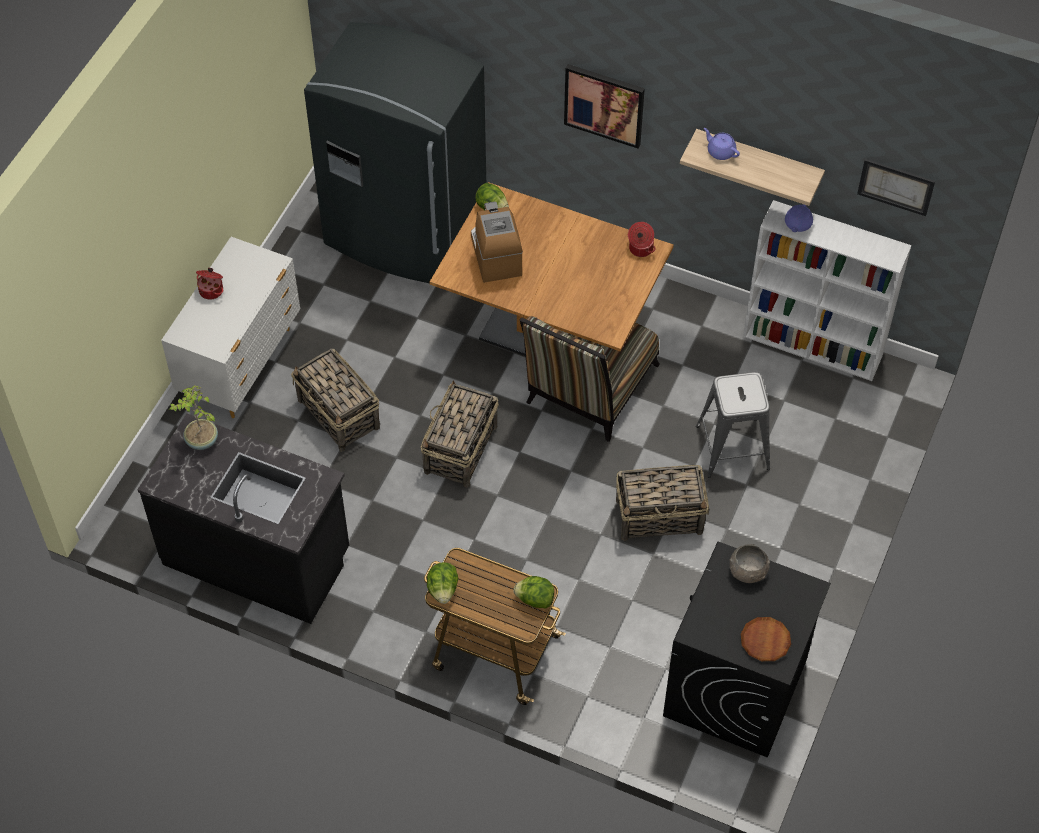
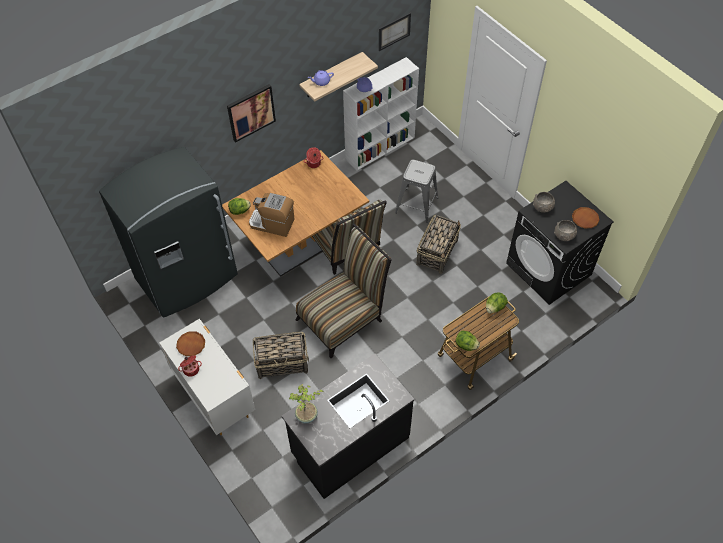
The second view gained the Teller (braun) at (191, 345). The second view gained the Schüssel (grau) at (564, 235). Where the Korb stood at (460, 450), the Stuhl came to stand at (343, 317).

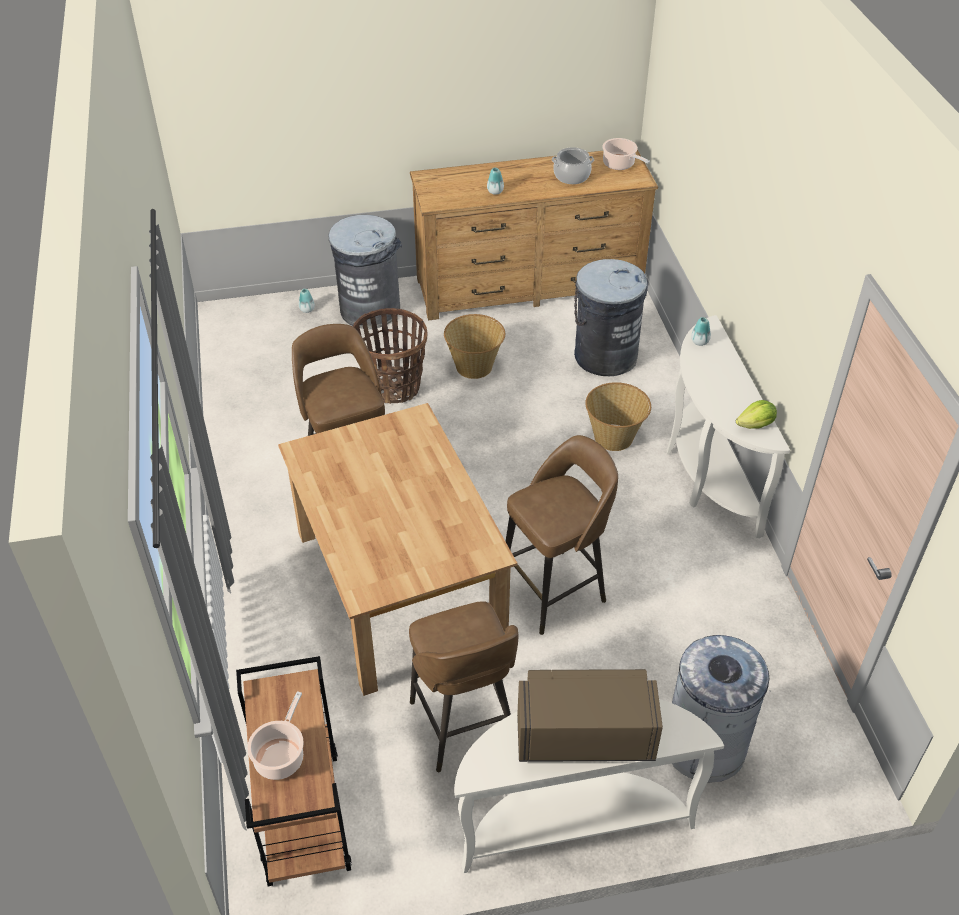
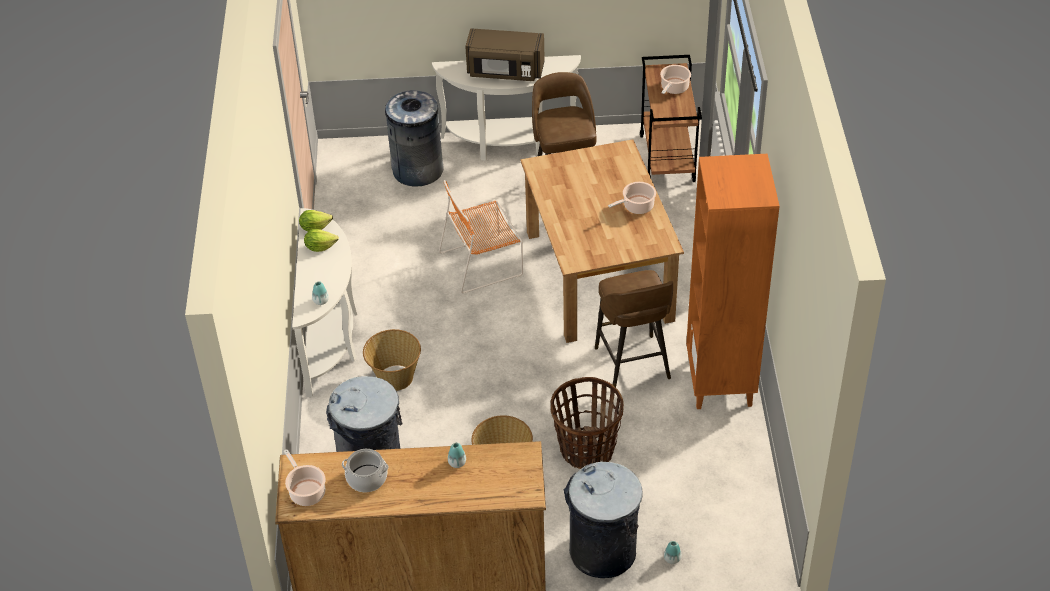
The second view gained the Salatkopf at (320, 247). The second view gained the Kochtopf at (636, 206). The second view gained the Bücherregal (orange) at (720, 383). Where the Hocker (braun) stood at (555, 590), the Stuhl (orange) came to stand at (483, 263).

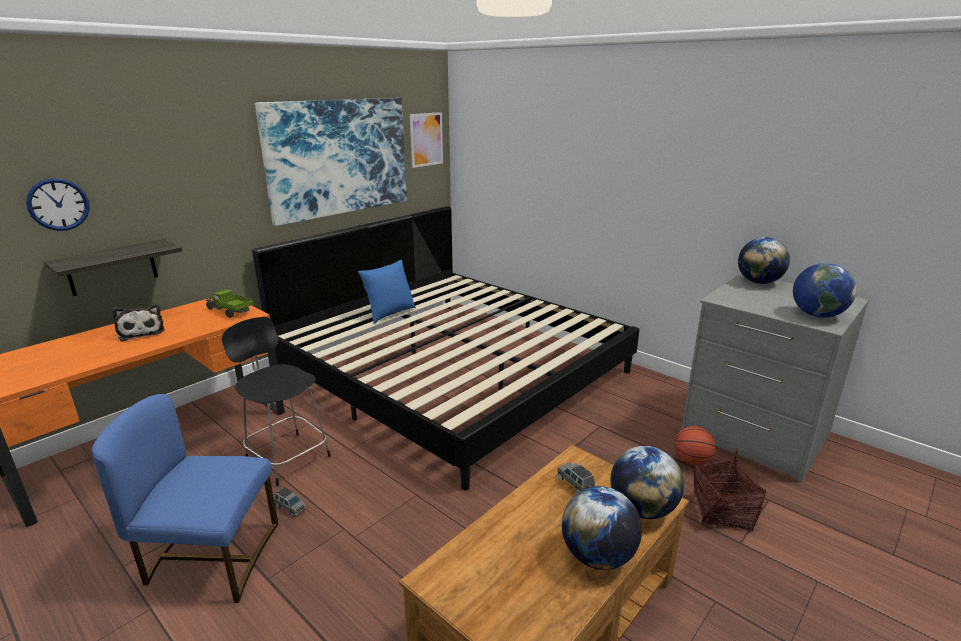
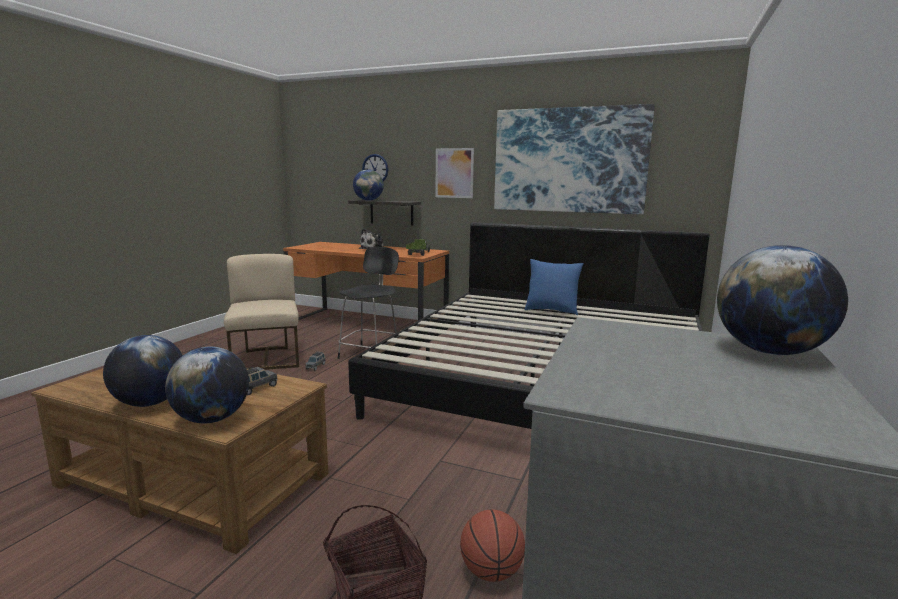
The Bild ended up elsewhere, having gone from (426, 139) to (454, 173). The Globus ended up elsewhere, having gone from (817, 315) to (368, 200). What was the Stuhl (blau) at (210, 558) turned into the Stuhl (beige) at (266, 359).

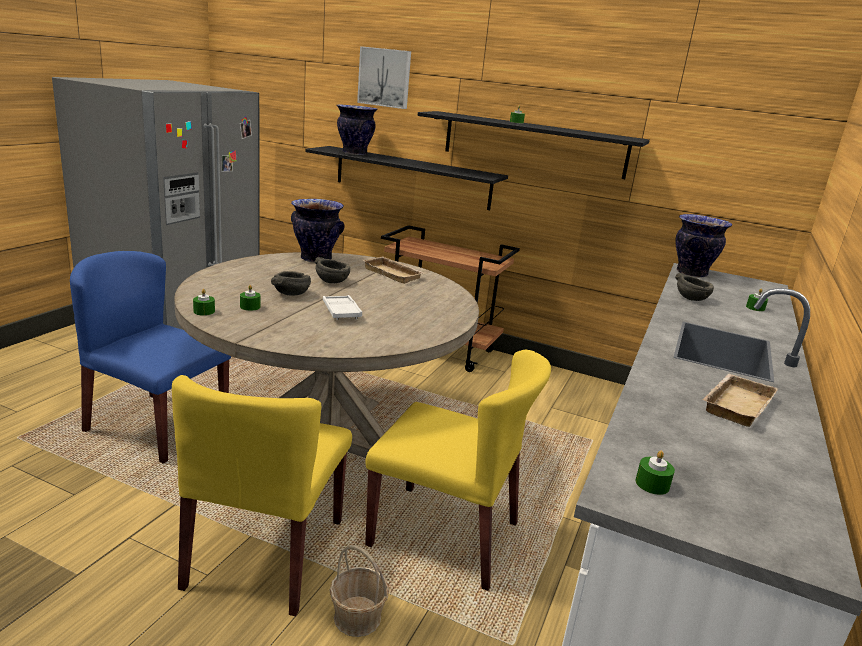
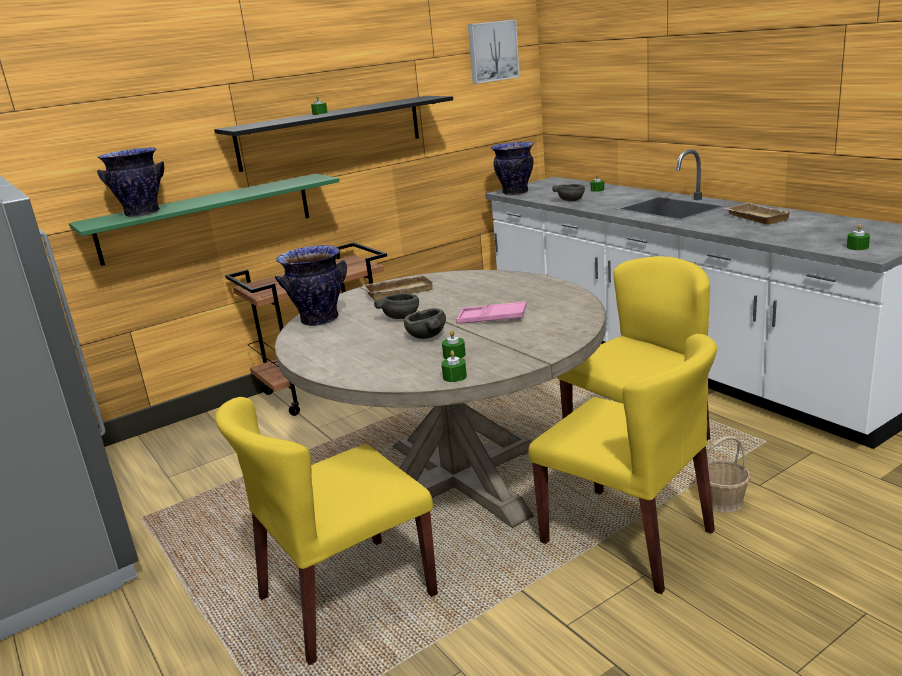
The Bild ended up elsewhere, having gone from (385, 77) to (492, 51). What was the Stuhl (blau) at (156, 427) turned into the Stuhl (gelb) at (346, 597). What was the Wandregal (schwarz) at (412, 177) turned into the Wandregal (grün) at (207, 218). What was the Tablett (weiß) at (341, 311) turned into the Tablett (rosa) at (492, 318).

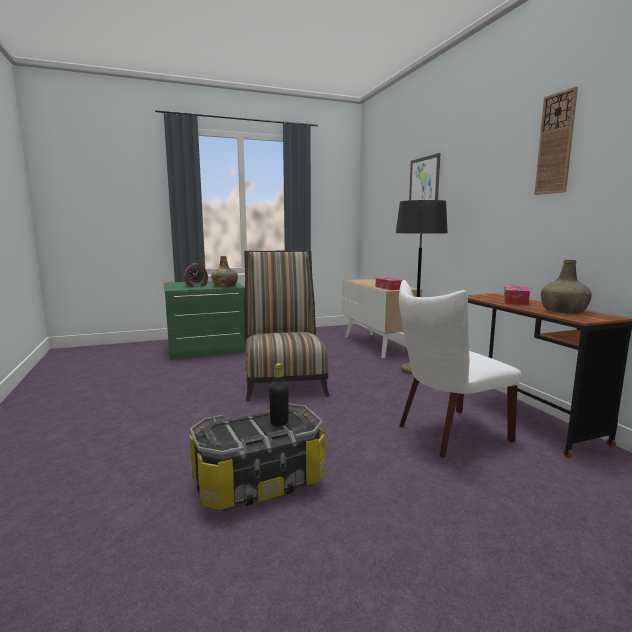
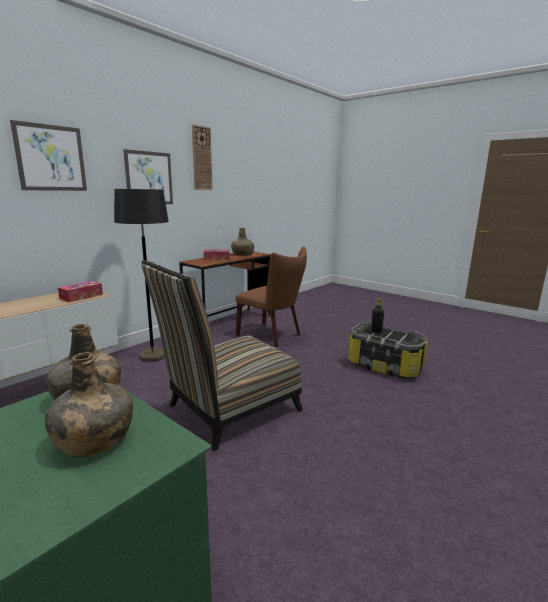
The second view gained the Bild at (149, 178). Where the Wecker stood at (196, 286), the Flasche (grün) came to stand at (93, 439). What was the Stuhl (weiß) at (447, 434) turned into the Stuhl (braun) at (272, 335).

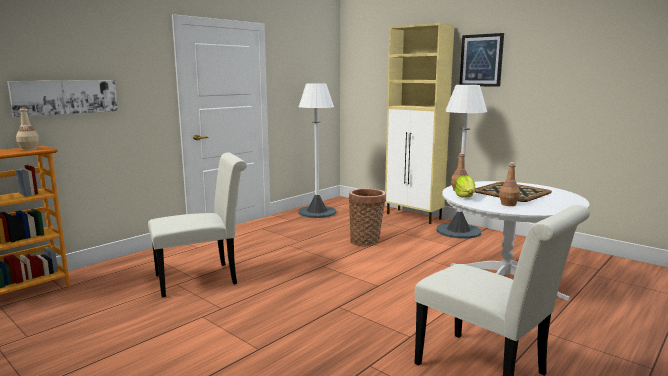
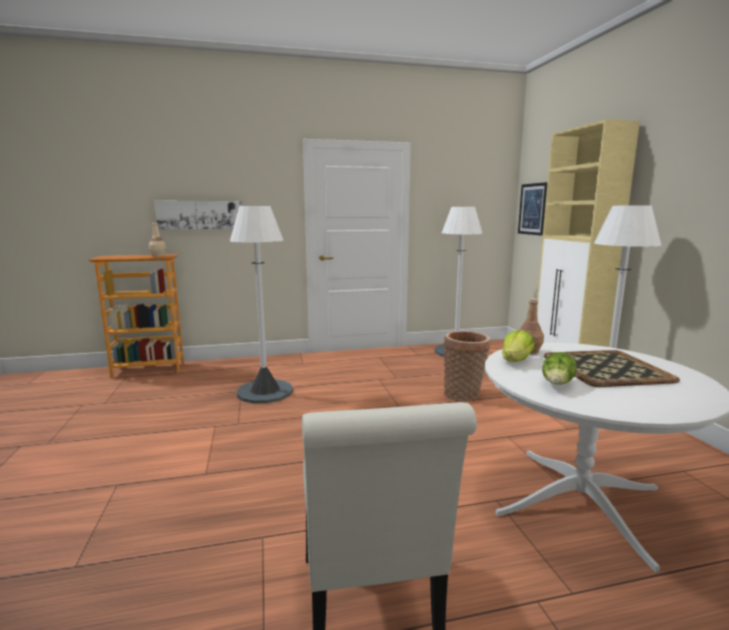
The Bild ended up elsewhere, having gone from (481, 60) to (533, 209). Where the Stuhl (weiß) stood at (202, 278), the Stehlampe (weiß) came to stand at (265, 392). Where the Flasche (braun) stood at (508, 204), the Salatkopf came to stand at (557, 384).

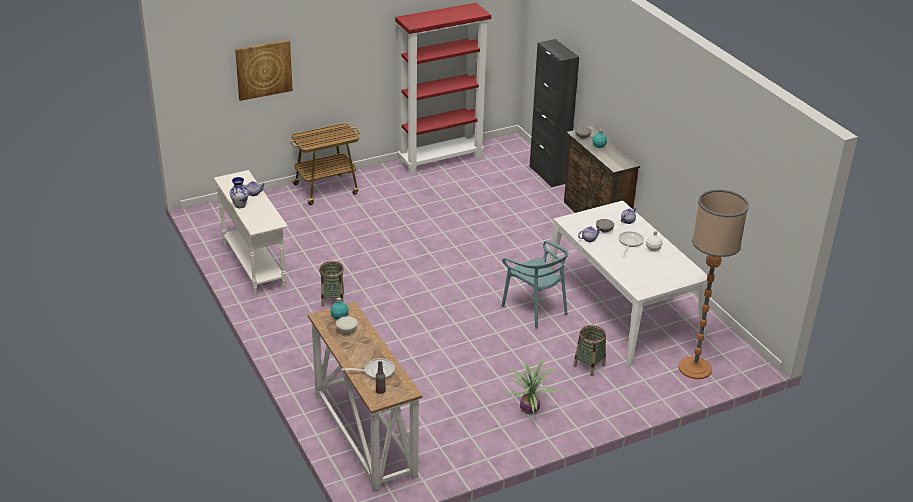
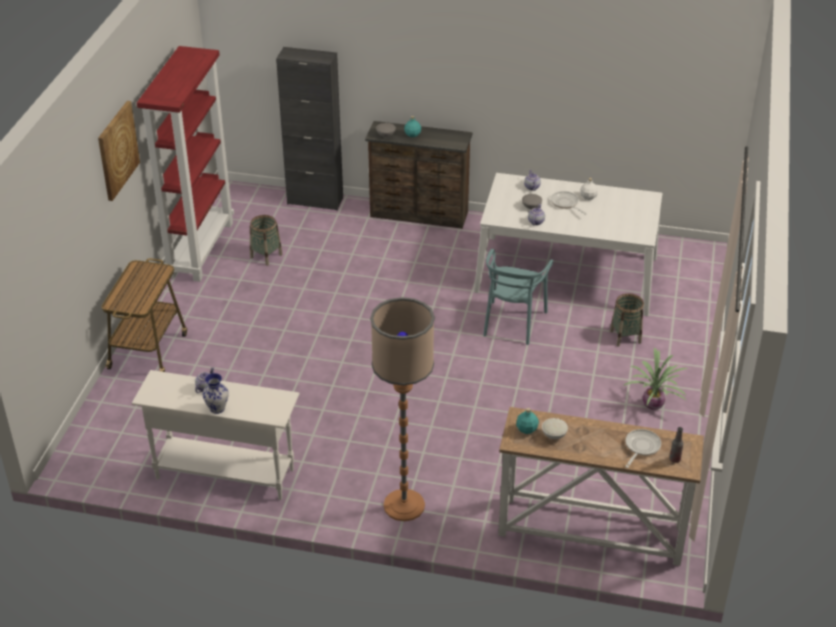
The Bild ended up elsewhere, having gone from (263, 69) to (117, 150). The Korb ended up elsewhere, having gone from (332, 299) to (266, 256). The Stehlampe ended up elsewhere, having gone from (694, 368) to (404, 505). The Stuhl (türkis) at (535, 309) ended up facing another way, 105 degrees clockwise from before.

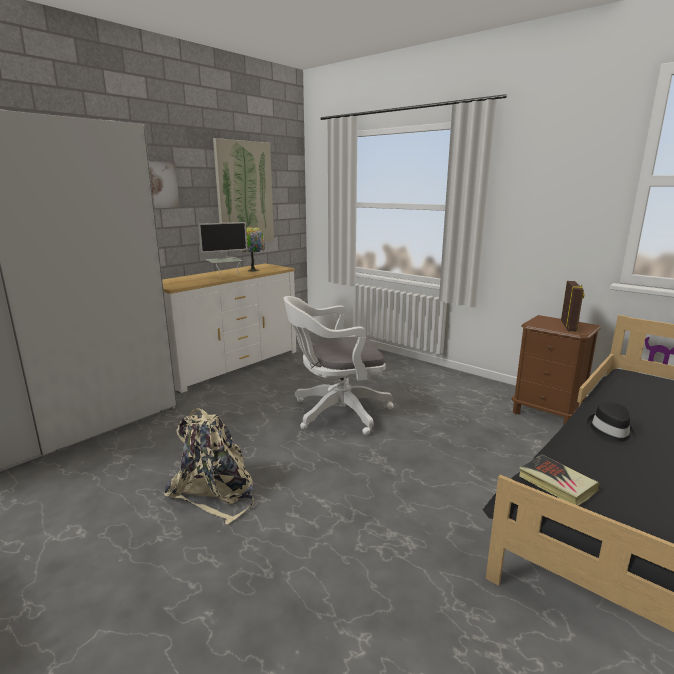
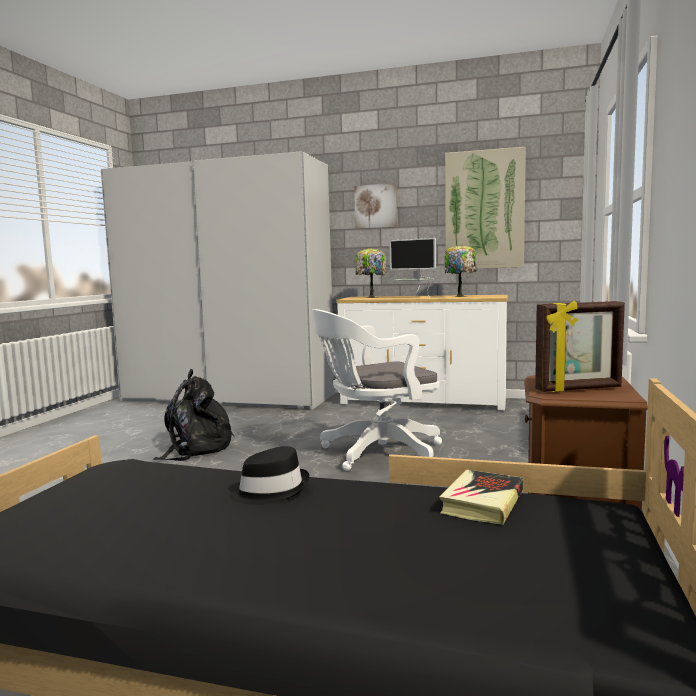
The second view gained the Tischlampe at (370, 297). The Buch ended up elsewhere, having gone from (556, 484) to (482, 502). What was the Rucksack (beige) at (215, 492) turned into the Rucksack (schwarz) at (196, 448). The Bürostuhl (weiß) at (336, 412) ended up facing another way, 75 degrees counterclockwise from before.

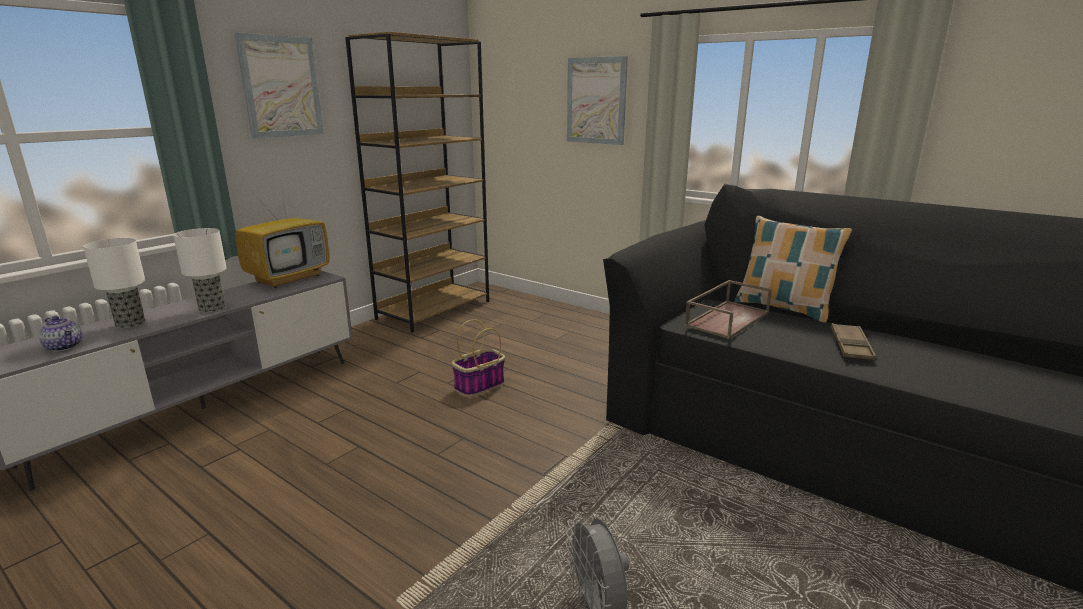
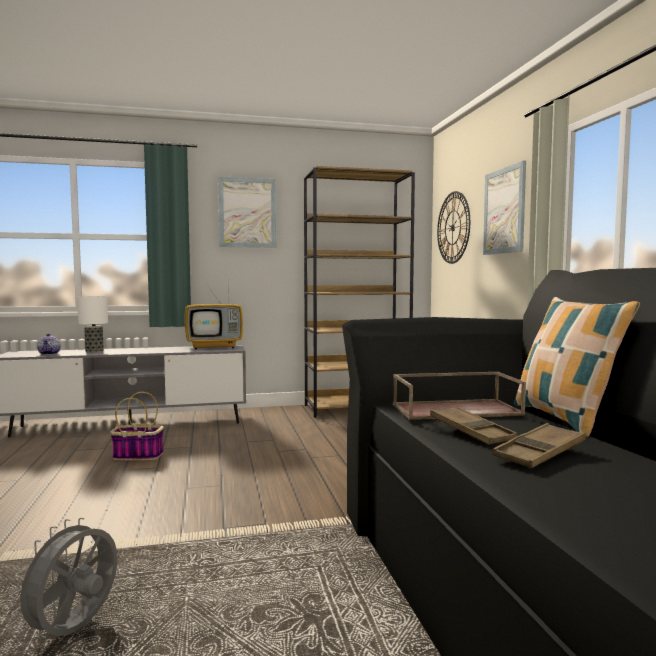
The second view lost the Tischlampe at (213, 308). The second view gained the Tablett (braun) at (471, 431). The second view gained the Wanduhr at (453, 227). The Korb ended up elsewhere, having gone from (479, 386) to (137, 456).

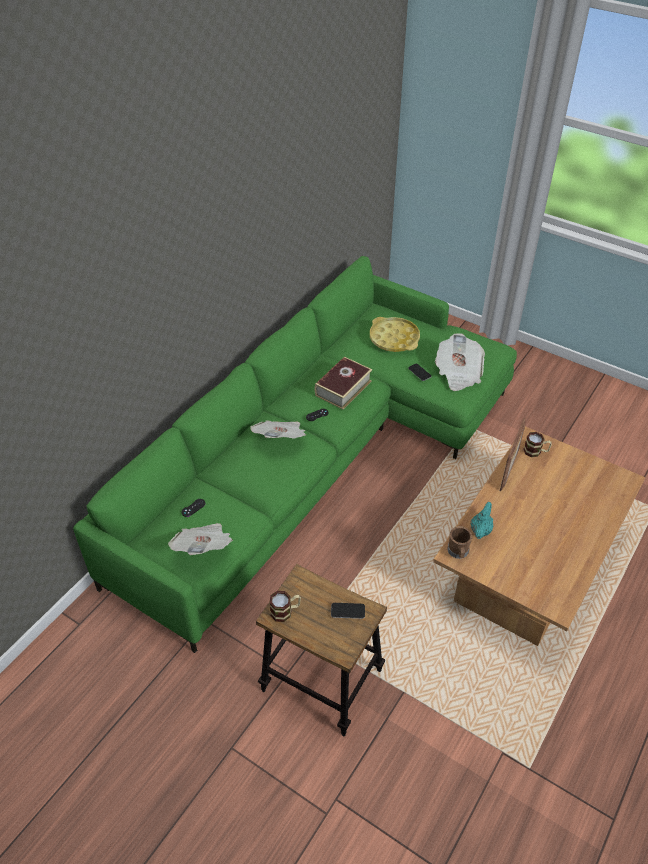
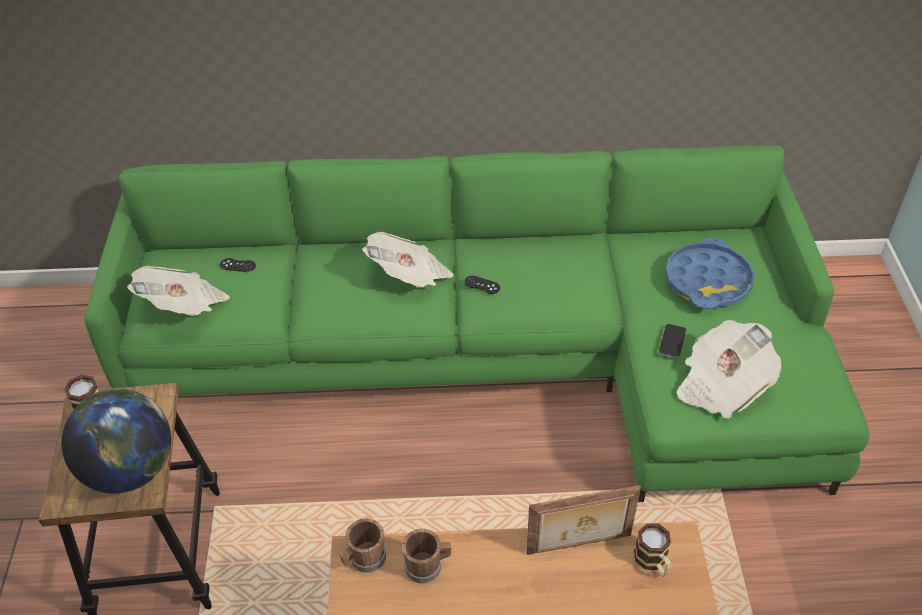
The second view lost the Buch at (343, 388). Where the Handy stood at (348, 611), the Globus came to stand at (130, 470). Where the Teekanne (türkis) stood at (480, 530), the Henkelbecher (braun) came to stand at (427, 566). What was the Tablett (gelb) at (394, 338) turned into the Tablett (blau) at (708, 281).

